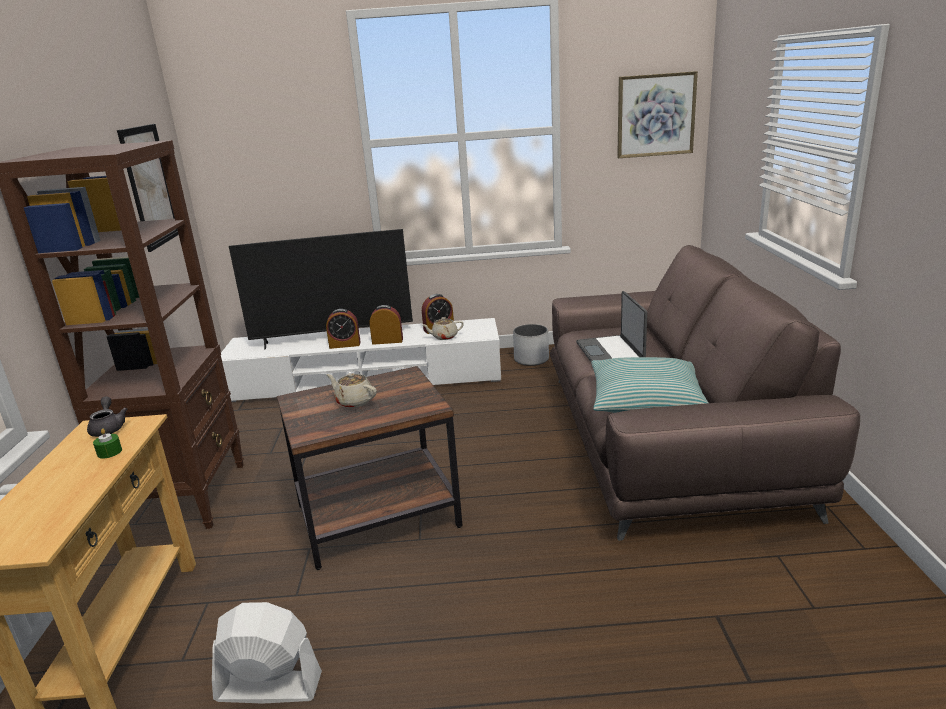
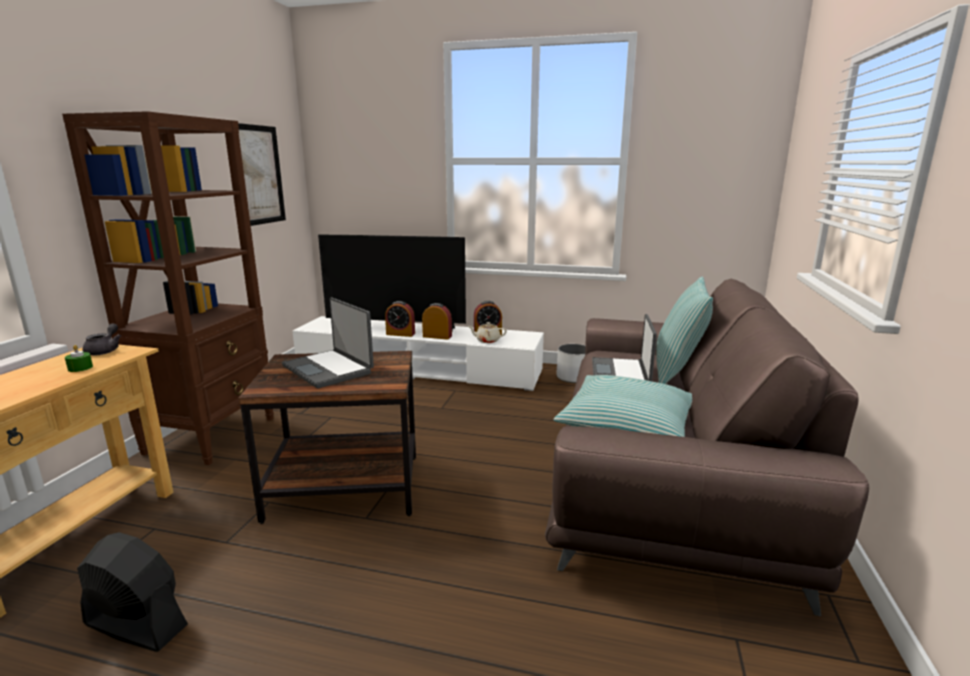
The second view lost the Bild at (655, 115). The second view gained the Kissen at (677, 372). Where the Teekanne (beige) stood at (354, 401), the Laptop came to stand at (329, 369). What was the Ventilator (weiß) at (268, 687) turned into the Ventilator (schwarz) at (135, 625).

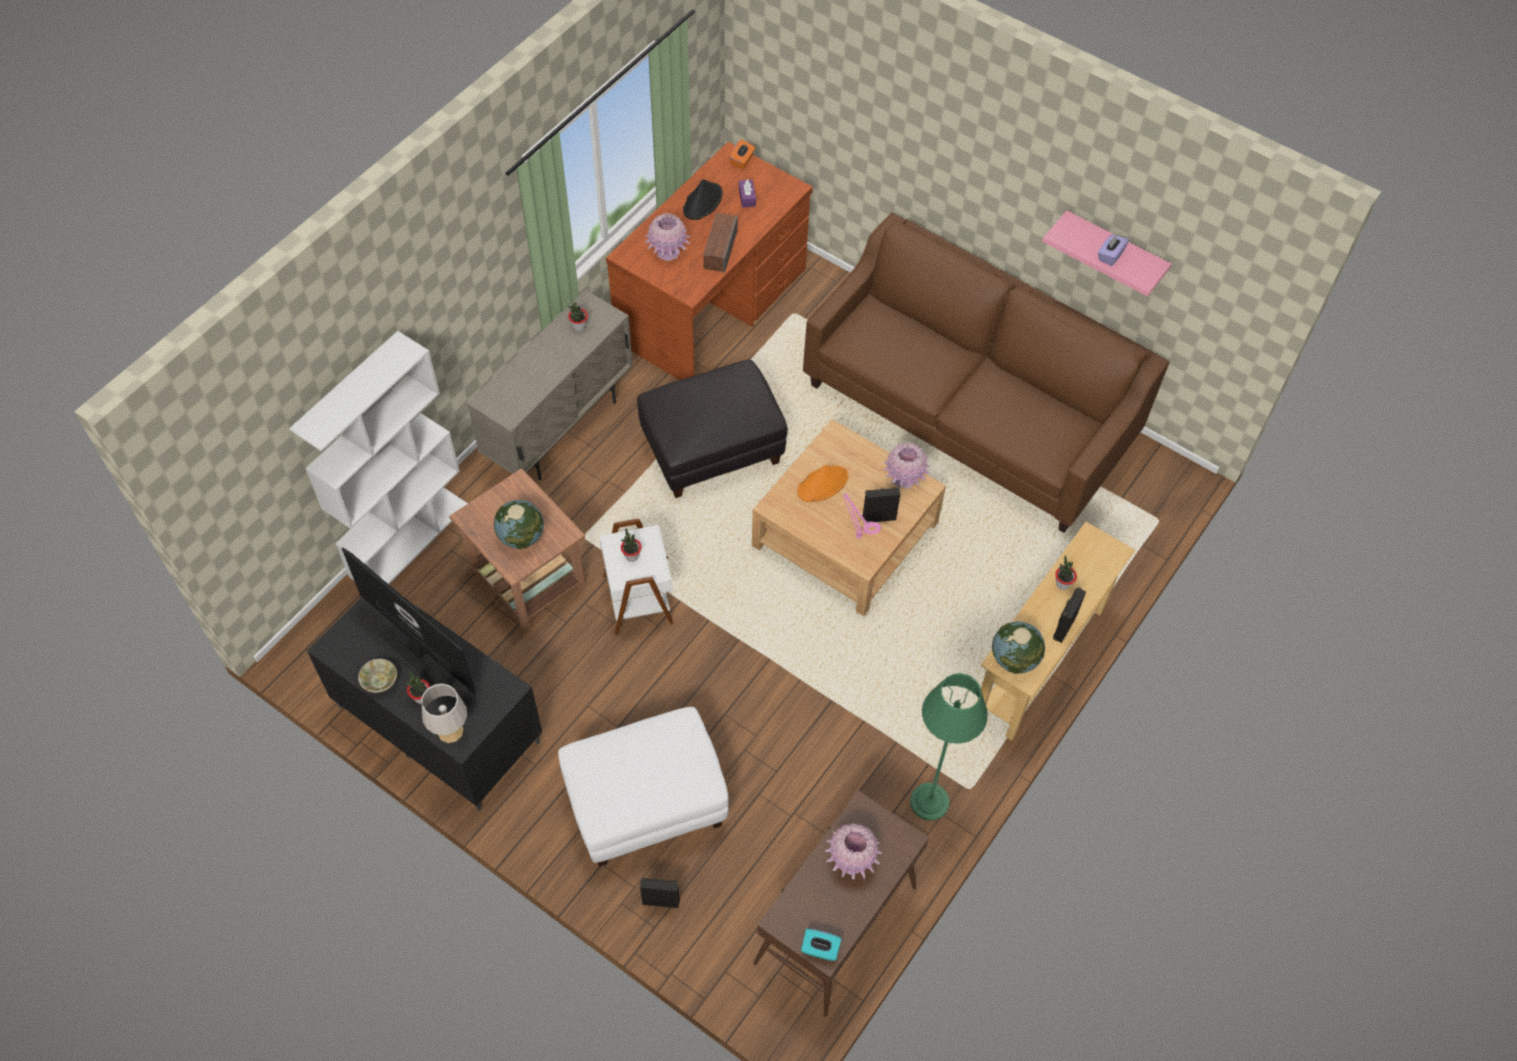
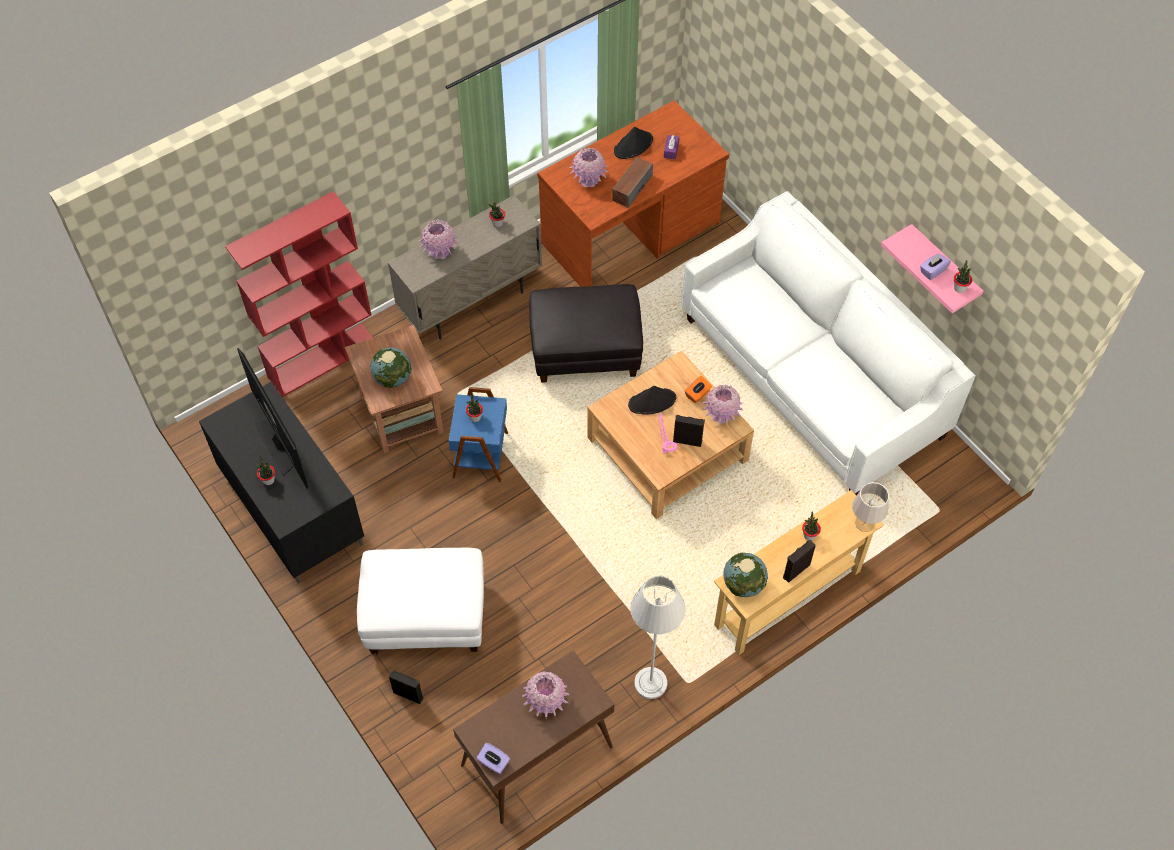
The second view lost the Schüssel (beige) at (380, 681). The second view gained the Vase (rosa) at (440, 251). The second view gained the Topfpflanze at (959, 288). The Tischlampe (grau) ended up elsewhere, having gone from (450, 730) to (865, 522). The Taschentuchbox (orange) ended up elsewhere, having gone from (742, 160) to (697, 394). What was the Bücherregal (weiß) at (409, 539) turned into the Bücherregal (rot) at (322, 359). What was the Beistelltisch (weiß) at (639, 598) turned into the Beistelltisch (blau) at (482, 455). What was the Hut (orange) at (823, 484) turned into the Hut (schwarz) at (652, 401). What was the Taschentuchbox (türkis) at (820, 949) turned into the Taschentuchbox (lila) at (493, 762). What was the Sofa (braun) at (968, 412) turned into the Sofa (weiß) at (811, 376). What was the Stehlampe (grün) at (929, 802) turned into the Stehlampe (grau) at (651, 683).

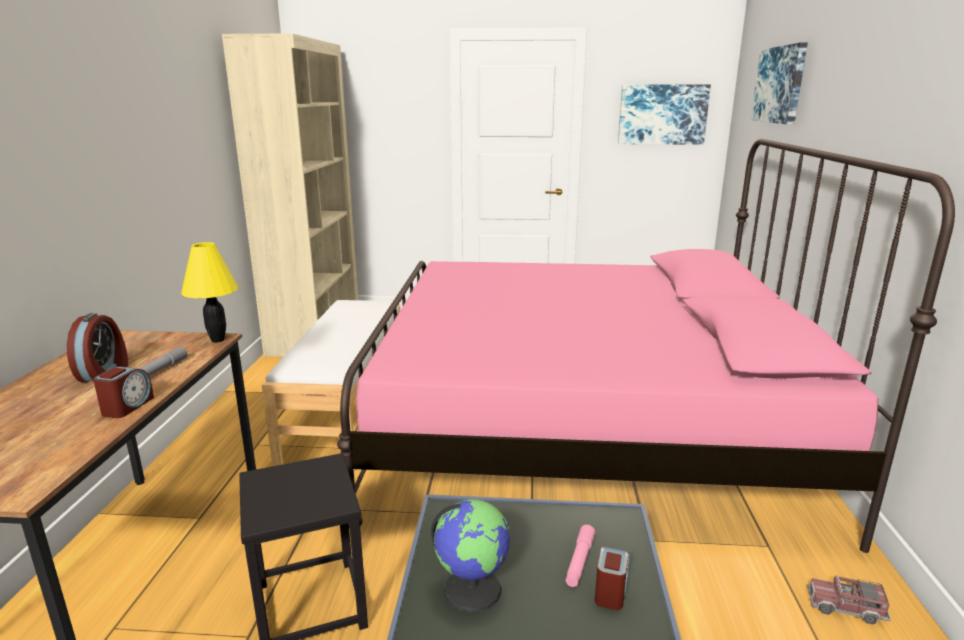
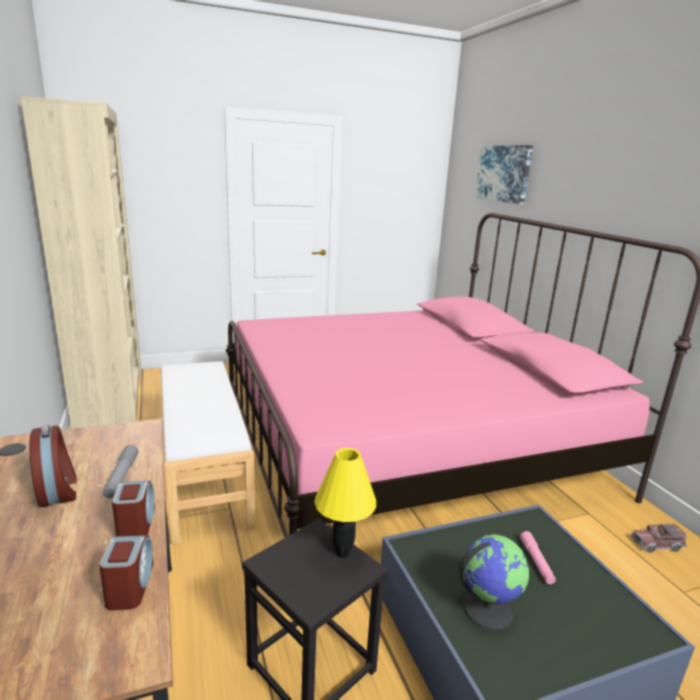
The second view lost the Bild at (662, 114). The Tischlampe (gelb) ended up elsewhere, having gone from (218, 340) to (342, 552). The Wecker ended up elsewhere, having gone from (611, 590) to (130, 586).

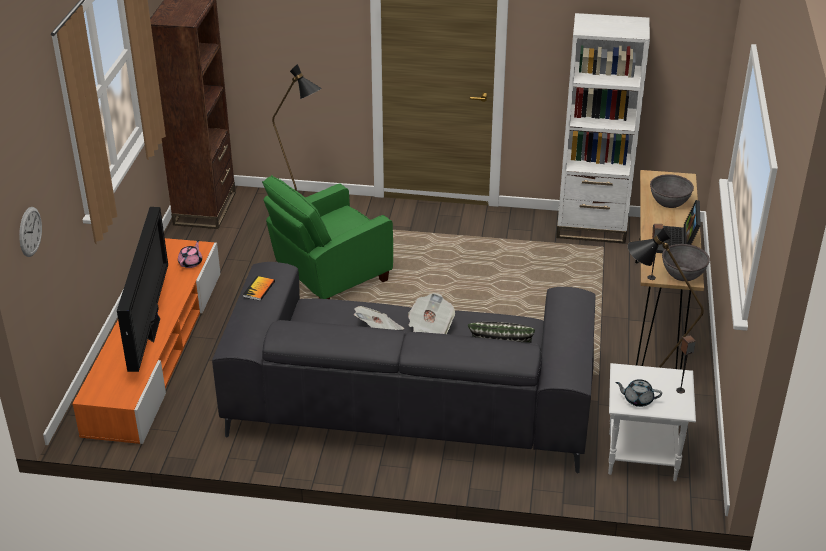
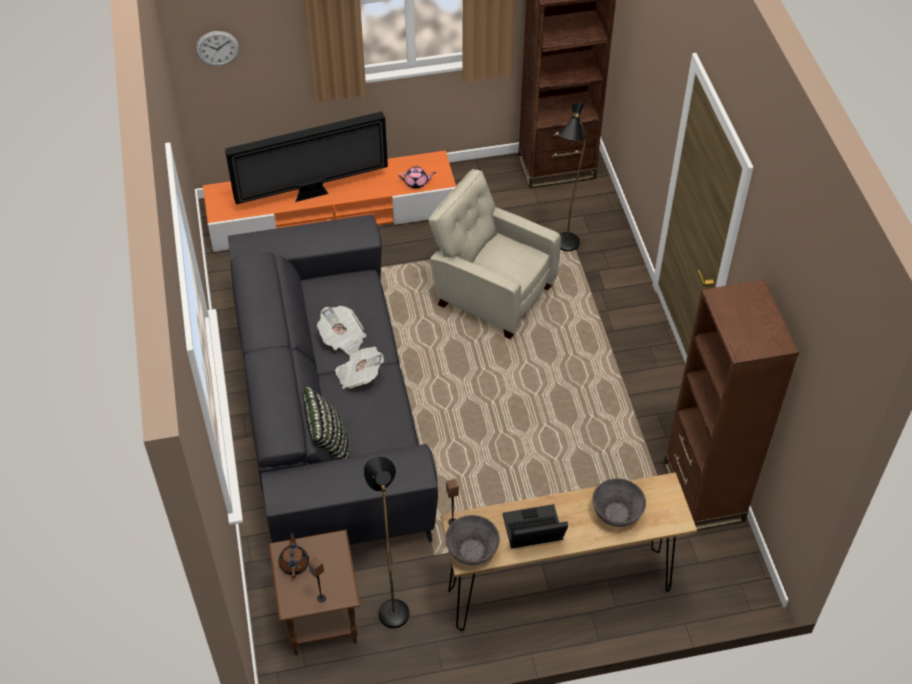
The second view lost the Buch at (259, 289). What was the Sessel (grün) at (328, 278) turned into the Sessel (beige) at (491, 294). What was the Bücherregal (weiß) at (591, 227) turned into the Bücherregal (braun) at (703, 492). What was the Beistelltisch (weiß) at (641, 457) turned into the Beistelltisch (braun) at (320, 617). What was the Teekanne (grau) at (637, 399) turned into the Teekanne (braun) at (294, 563).

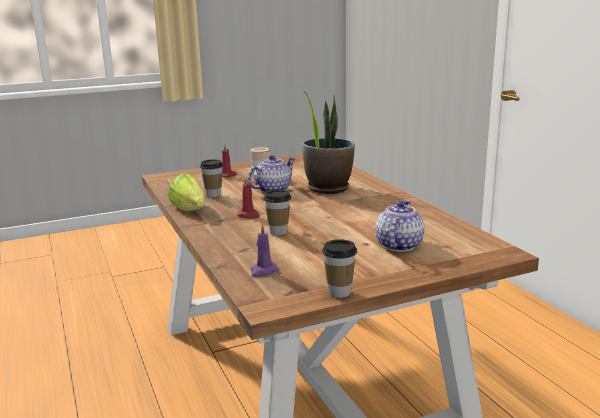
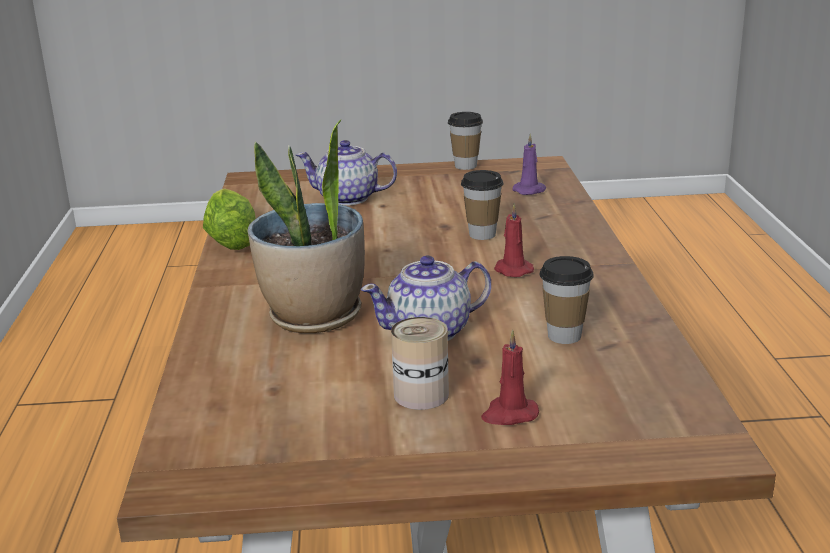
The Salatkopf ended up elsewhere, having gone from (190, 209) to (233, 238). The Teekanne at (398, 245) ended up facing another way, 60 degrees clockwise from before.

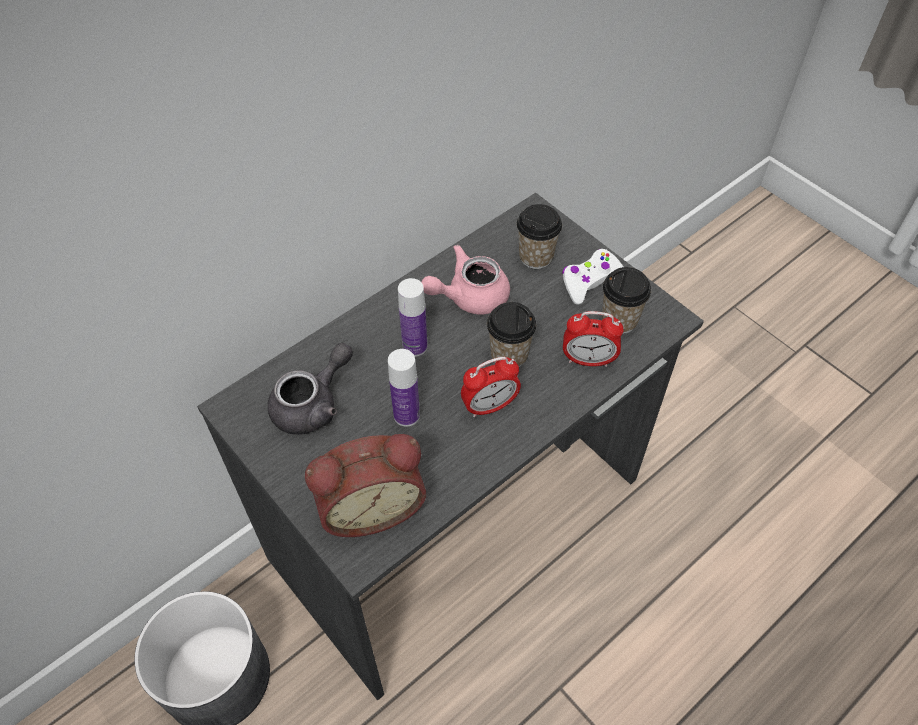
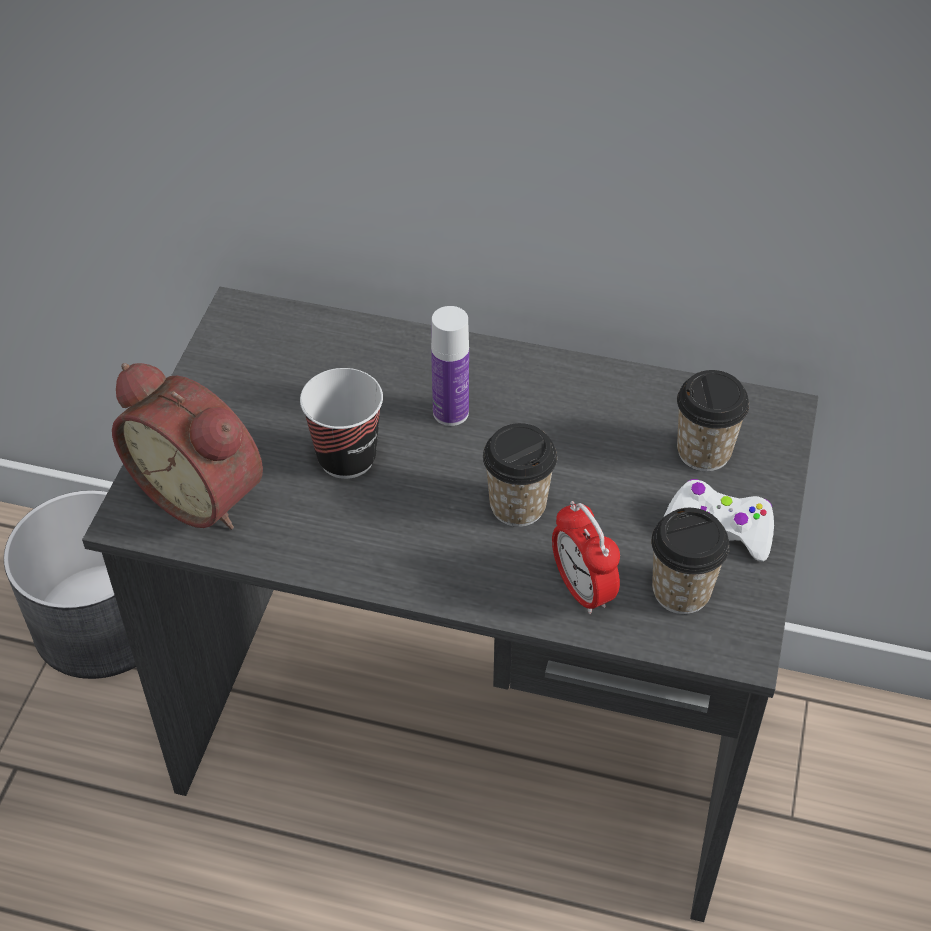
The second view lost the Teekanne (grau) at (313, 404). The second view lost the Teekanne (rosa) at (469, 296). The second view lost the Wecker at (489, 406). Where the Flasche stood at (406, 415), the Tasse came to stand at (347, 458).

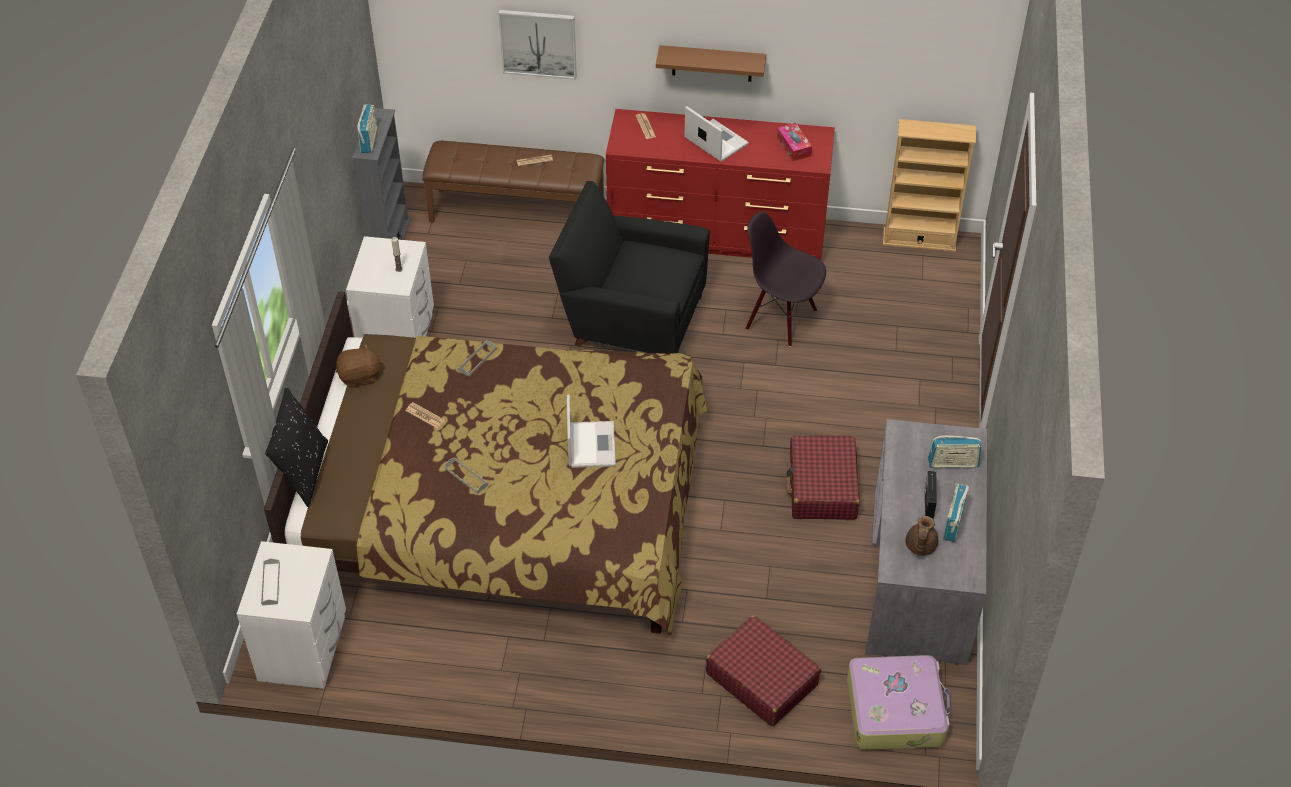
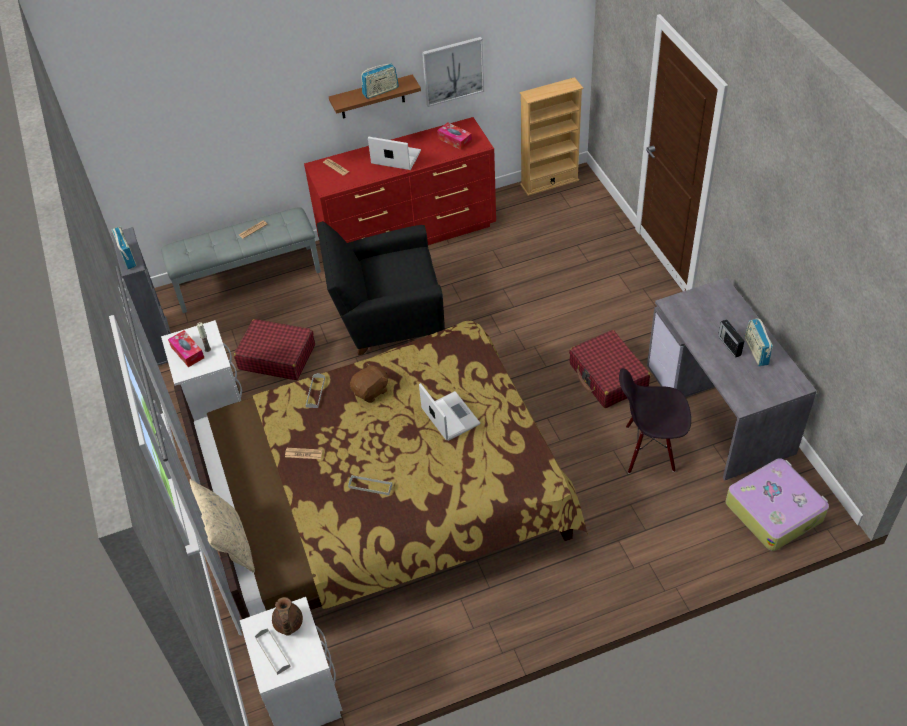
The second view gained the Taschentuchbox at (187, 352). The Plüschtier (braun) ended up elsewhere, having gone from (360, 376) to (371, 391). The Bild ended up elsewhere, having gone from (538, 43) to (453, 71). The Koffer (rot) ended up elsewhere, having gone from (761, 678) to (277, 357). The Stuhl (schwarz) ended up elsewhere, having gone from (781, 319) to (649, 449). The Teekanne (braun) ended up elsewhere, having gone from (920, 547) to (288, 624). The Radio ended up elsewhere, having gone from (953, 463) to (380, 91). What was the Kissen (schwarz) at (303, 472) turned into the Kissen (beige) at (230, 546). What was the Bank (braun) at (517, 212) turned into the Bank (grau) at (248, 278).

